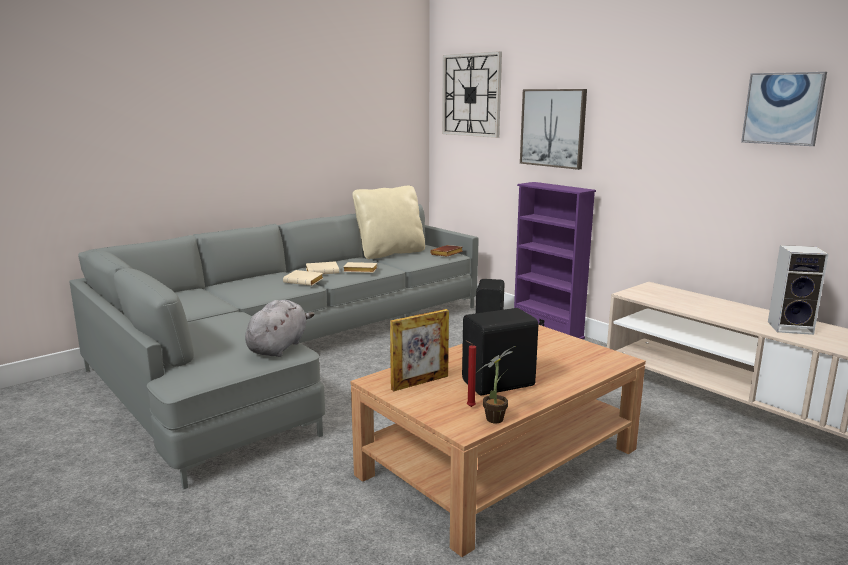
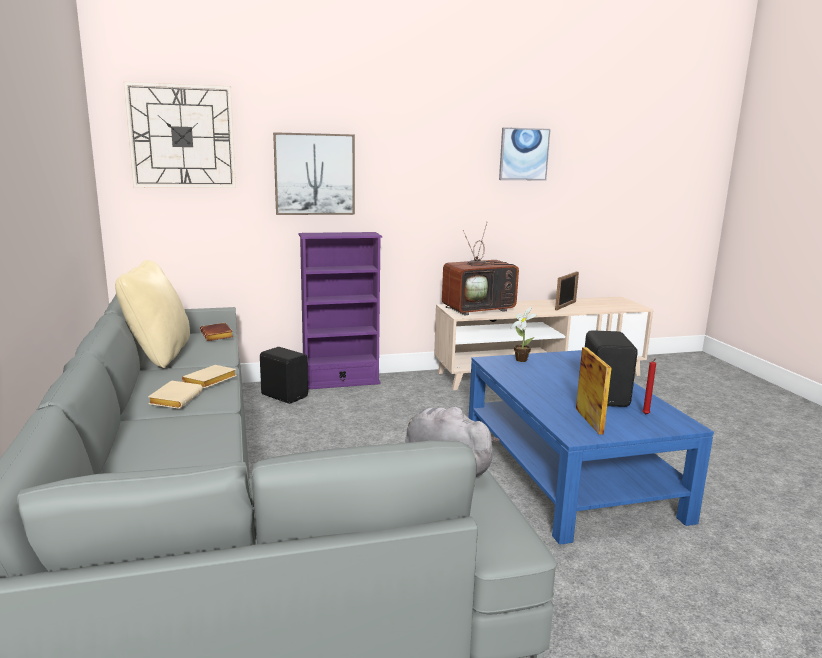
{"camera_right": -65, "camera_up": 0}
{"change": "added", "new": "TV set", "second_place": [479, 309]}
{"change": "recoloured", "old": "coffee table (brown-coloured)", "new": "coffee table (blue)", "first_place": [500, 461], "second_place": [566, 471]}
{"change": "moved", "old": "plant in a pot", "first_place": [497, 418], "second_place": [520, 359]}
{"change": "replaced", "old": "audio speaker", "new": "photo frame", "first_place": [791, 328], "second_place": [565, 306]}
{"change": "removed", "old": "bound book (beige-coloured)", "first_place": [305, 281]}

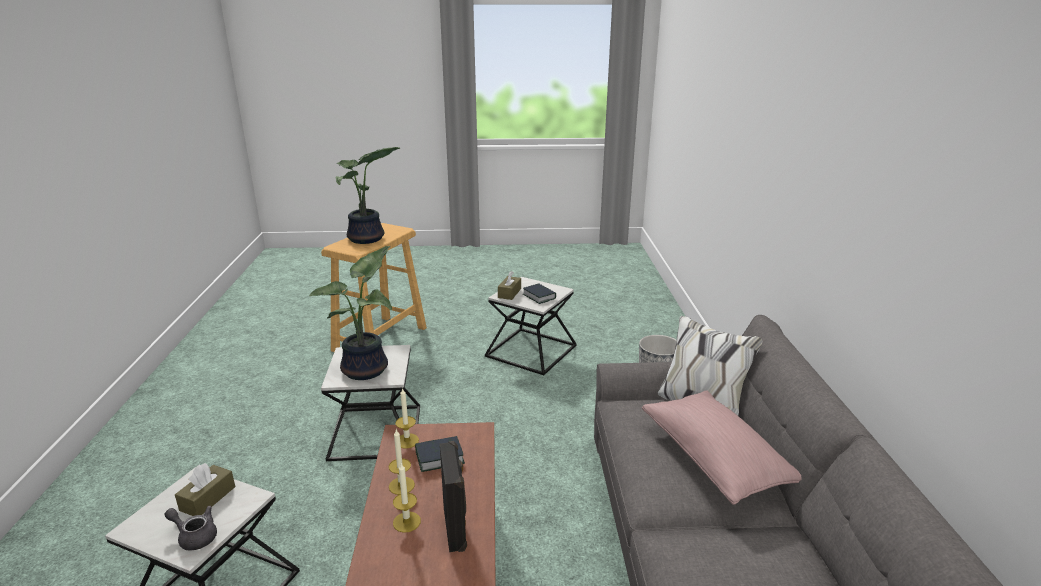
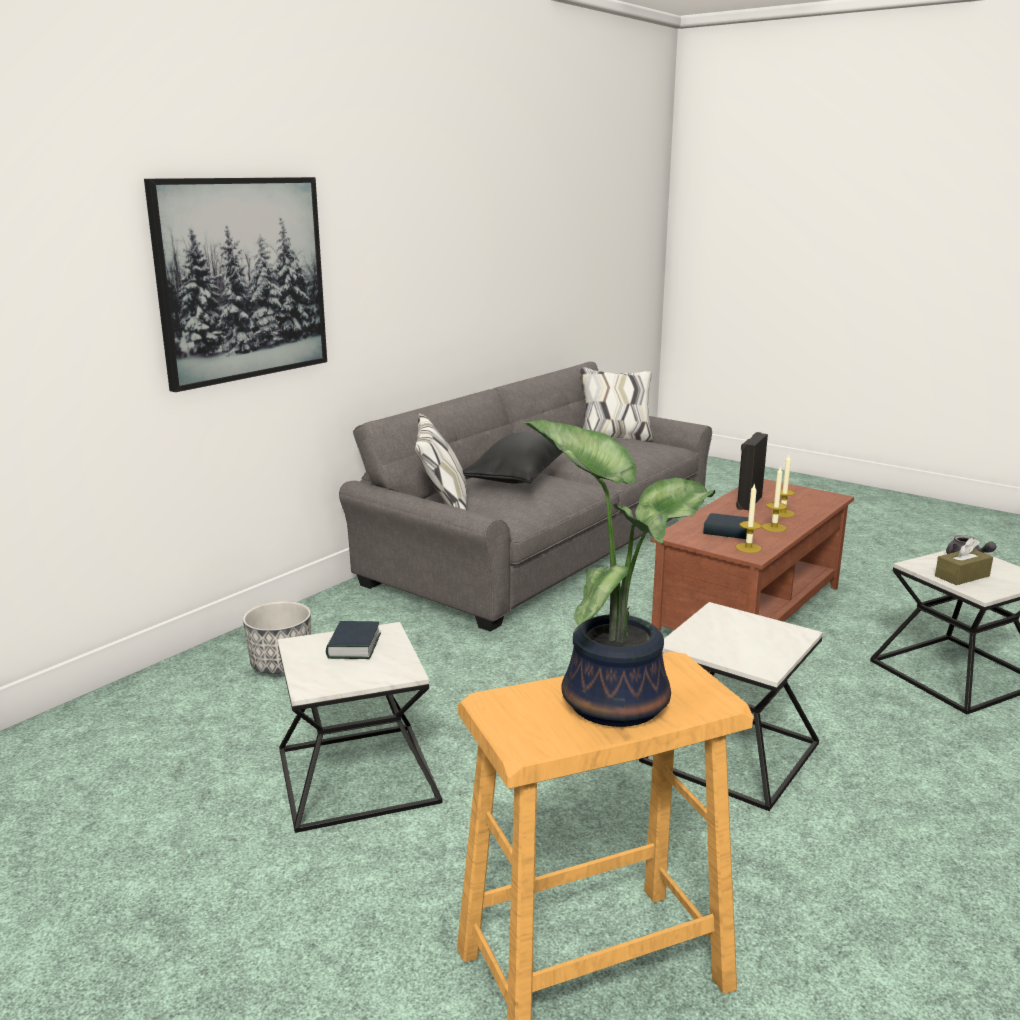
{"camera_right": -140, "camera_up": -5}
{"change": "added", "new": "wall picture", "second_place": [242, 279]}
{"change": "recoloured", "old": "pillow (pinkish)", "new": "pillow (black)", "first_place": [715, 459], "second_place": [518, 477]}
{"change": "removed", "old": "plant in a pot", "first_place": [368, 369]}
{"change": "removed", "old": "tissue box (brown-coloured)", "first_place": [509, 293]}

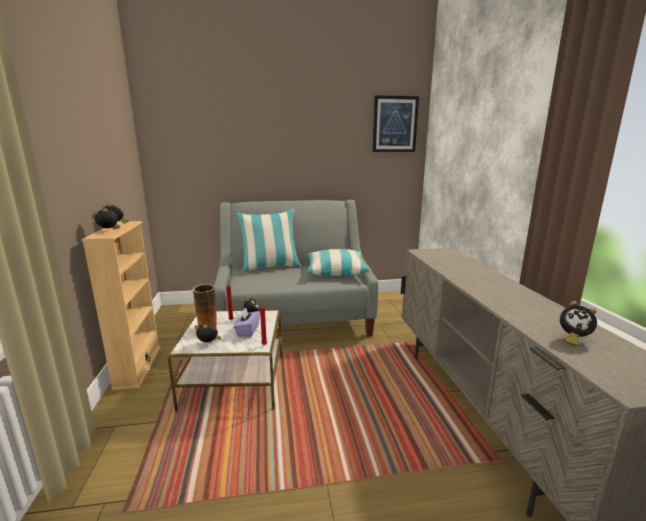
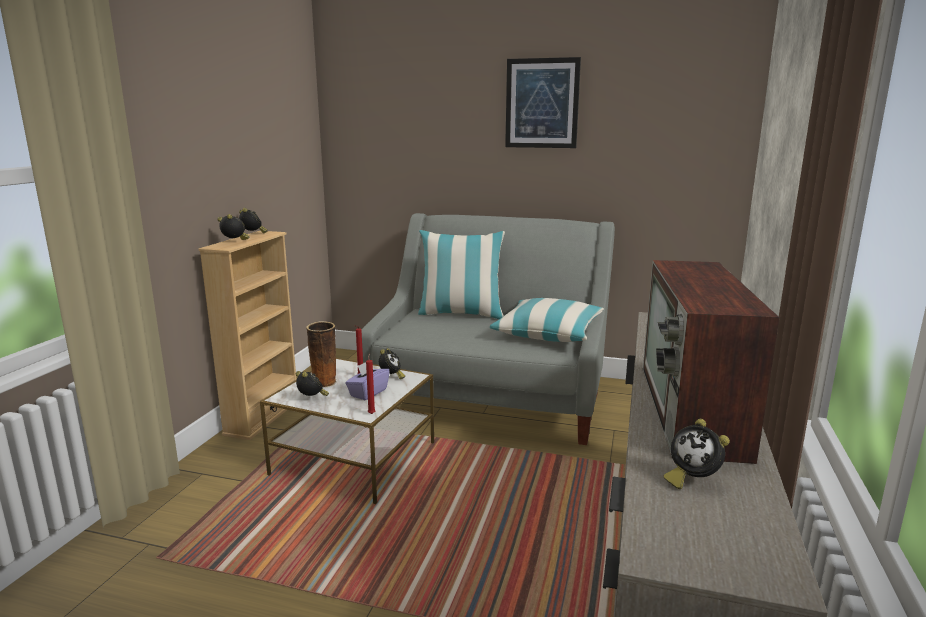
{"camera_right": 25, "camera_up": 0}
{"change": "moved", "old": "wall picture", "first_place": [394, 124], "second_place": [542, 103]}
{"change": "added", "new": "TV set", "second_place": [693, 412]}

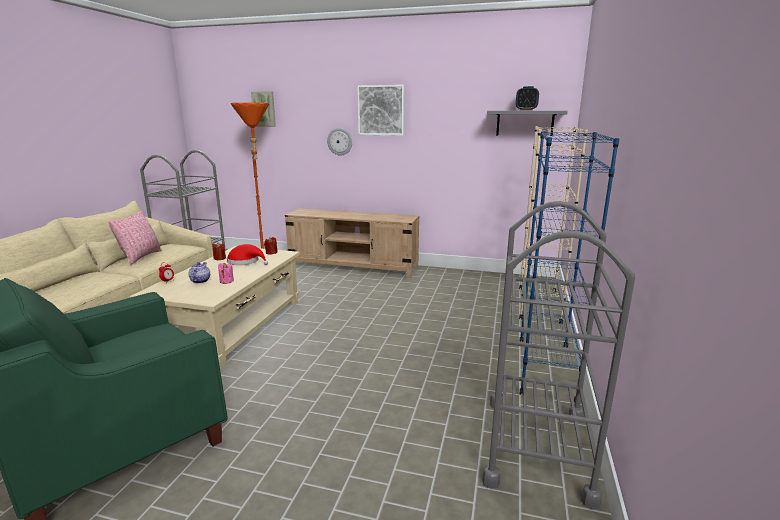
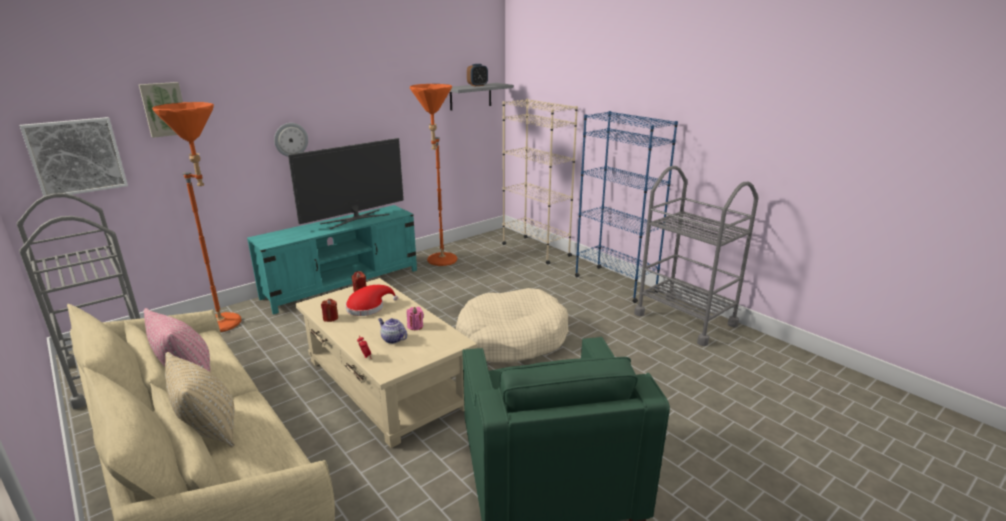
{"camera_right": -55, "camera_up": 5}
{"change": "moved", "old": "wall picture", "first_place": [381, 110], "second_place": [76, 156]}
{"change": "added", "new": "pillow (beige-coloured)", "second_place": [209, 429]}
{"change": "recoloured", "old": "media console (beige-coloured)", "new": "media console (turquoise)", "first_place": [353, 266], "second_place": [343, 284]}
{"change": "added", "new": "TV set", "second_place": [355, 219]}
{"change": "added", "new": "standard lamp (orangey)", "second_place": [440, 263]}
{"change": "added", "new": "dog bed (beige-coloured)", "second_place": [511, 339]}

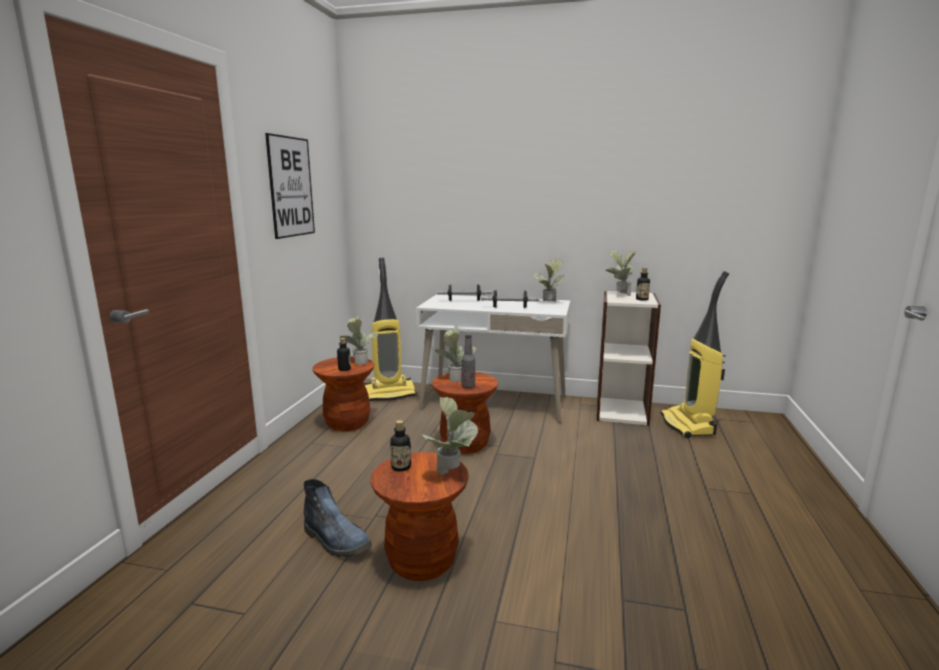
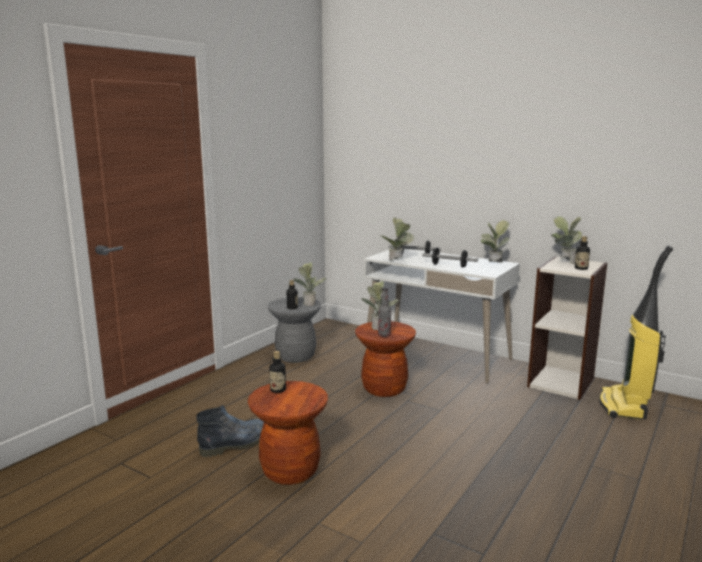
{"camera_right": 20, "camera_up": 0}
{"change": "turned", "old": "high-top boot", "first_place": [337, 541], "second_place": [236, 443], "degrees": -90}
{"change": "recoloured", "old": "stool (brown-coloured)", "new": "stool (greyish)", "first_place": [347, 423], "second_place": [295, 356]}
{"change": "moved", "old": "plant in a pot", "first_place": [452, 472], "second_place": [397, 261]}
{"change": "removed", "old": "wall picture", "first_place": [291, 187]}
{"change": "removed", "old": "vacuum", "first_place": [390, 394]}

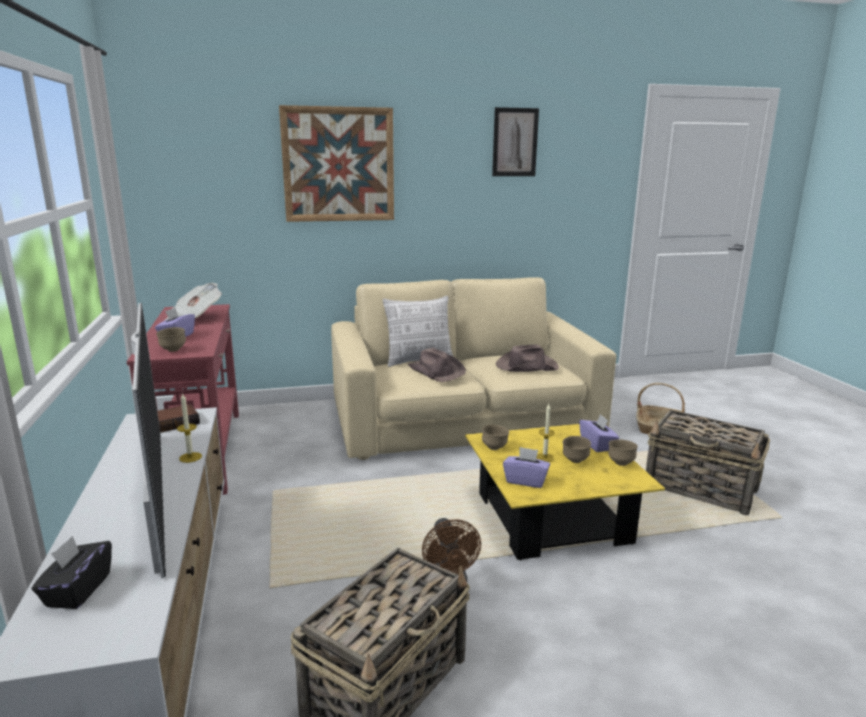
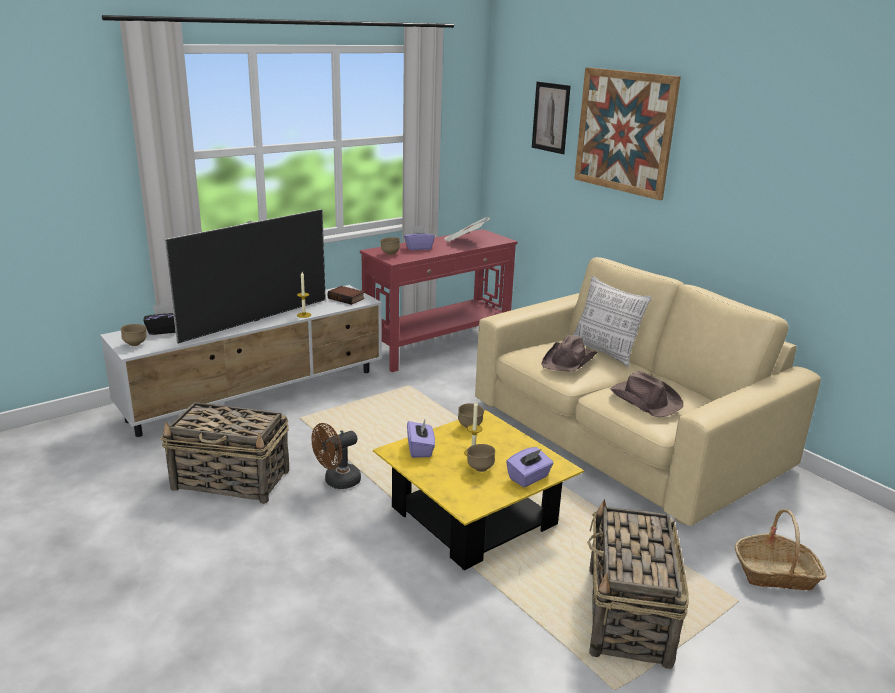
{"camera_right": 65, "camera_up": 5}
{"change": "moved", "old": "deep dish (brown-coloured)", "first_place": [621, 463], "second_place": [135, 344]}
{"change": "moved", "old": "wall picture", "first_place": [515, 142], "second_place": [551, 117]}

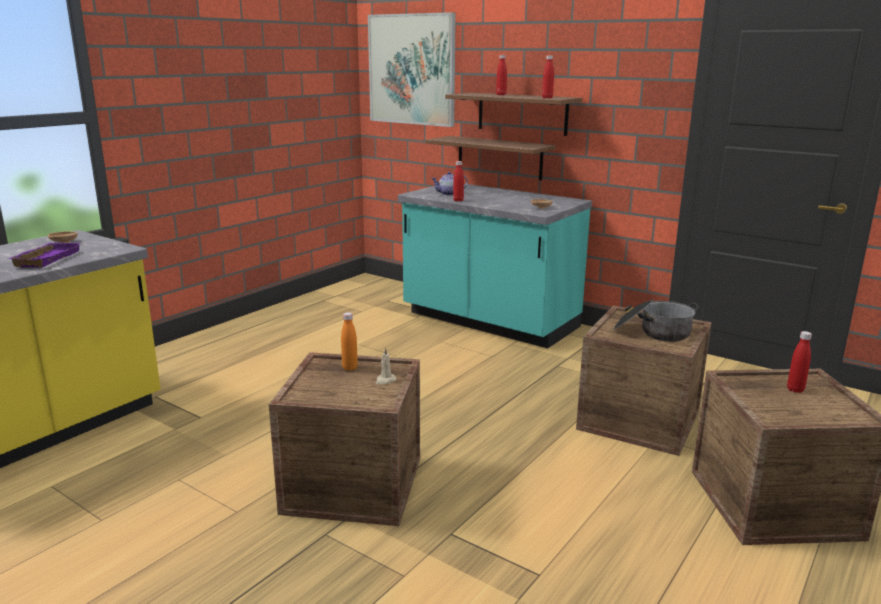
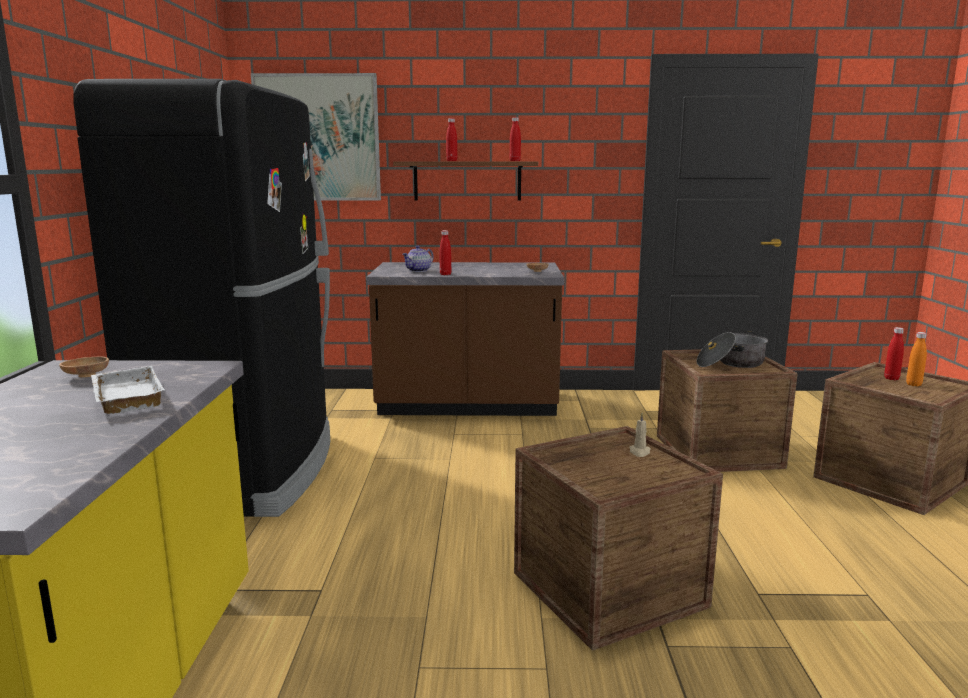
{"camera_right": -35, "camera_up": -5}
{"change": "added", "new": "refrigerator (black)", "second_place": [247, 470]}
{"change": "recoloured", "old": "tray (purple-coloured)", "new": "tray (whitish)", "first_place": [45, 259], "second_place": [124, 397]}
{"change": "recoloured", "old": "counter (turquoise)", "new": "counter (brown-coloured)", "first_place": [489, 321], "second_place": [467, 405]}
{"change": "moved", "old": "bottle (orangey)", "first_place": [350, 368], "second_place": [913, 384]}
{"change": "removed", "old": "wall shelf", "first_place": [499, 157]}

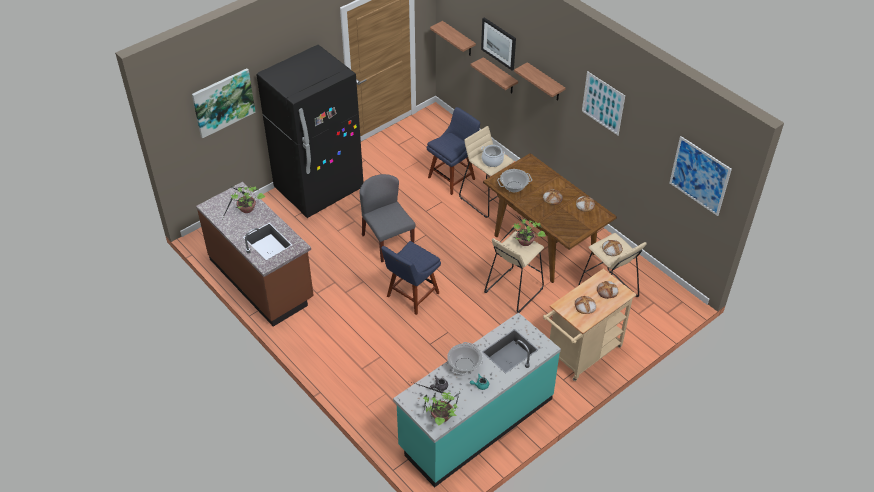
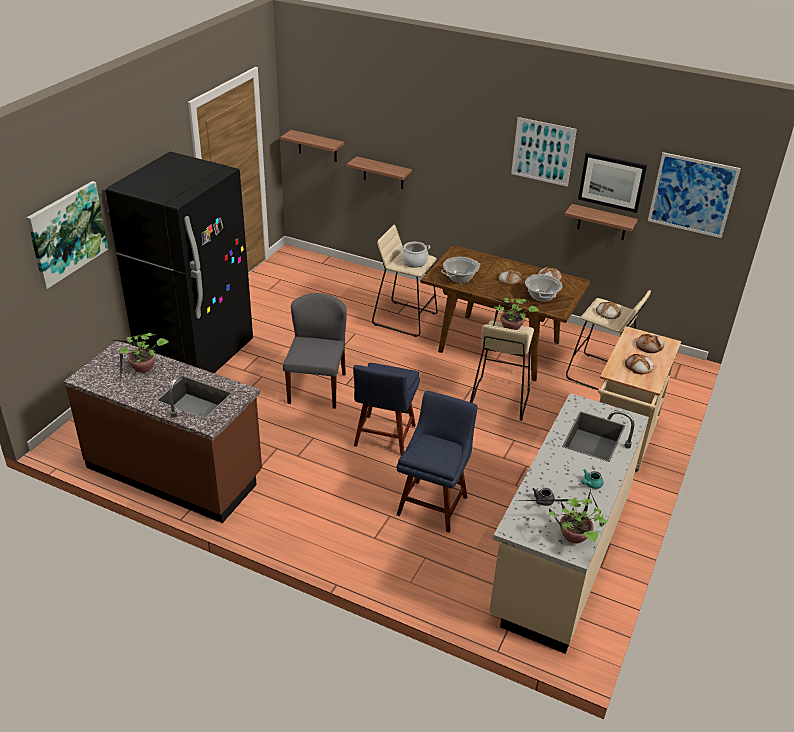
{"camera_right": -25, "camera_up": -10}
{"change": "turned", "old": "upright chair (greyish)", "first_place": [387, 241], "second_place": [317, 388], "degrees": 60}
{"change": "moved", "old": "upright chair (blue)", "first_place": [453, 177], "second_place": [433, 503]}
{"change": "recoloured", "old": "counter (turquoise)", "new": "counter (beige-coloured)", "first_place": [476, 423], "second_place": [560, 556]}
{"change": "moved", "old": "saucepot", "first_place": [464, 365], "second_place": [542, 296]}
{"change": "moved", "old": "wall shelf", "first_place": [545, 83], "second_place": [602, 222]}
{"change": "moved", "old": "wall picture", "first_place": [499, 43], "second_place": [612, 182]}

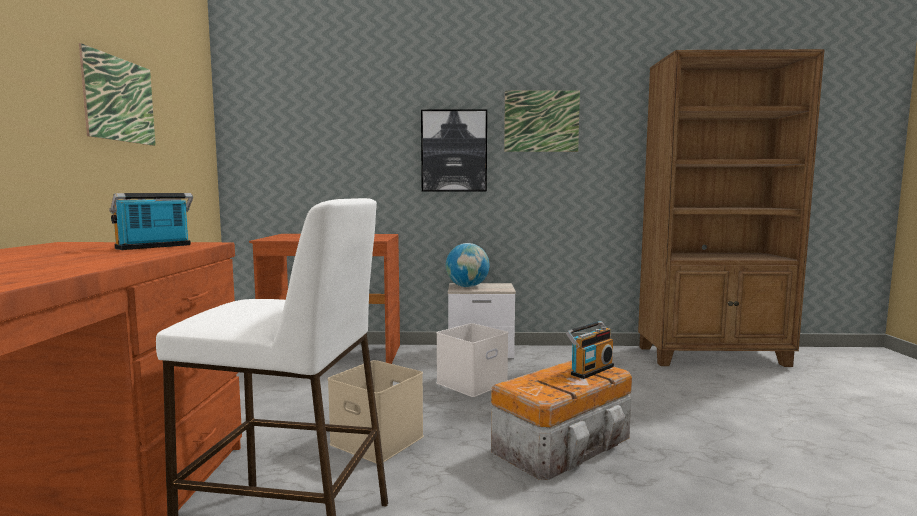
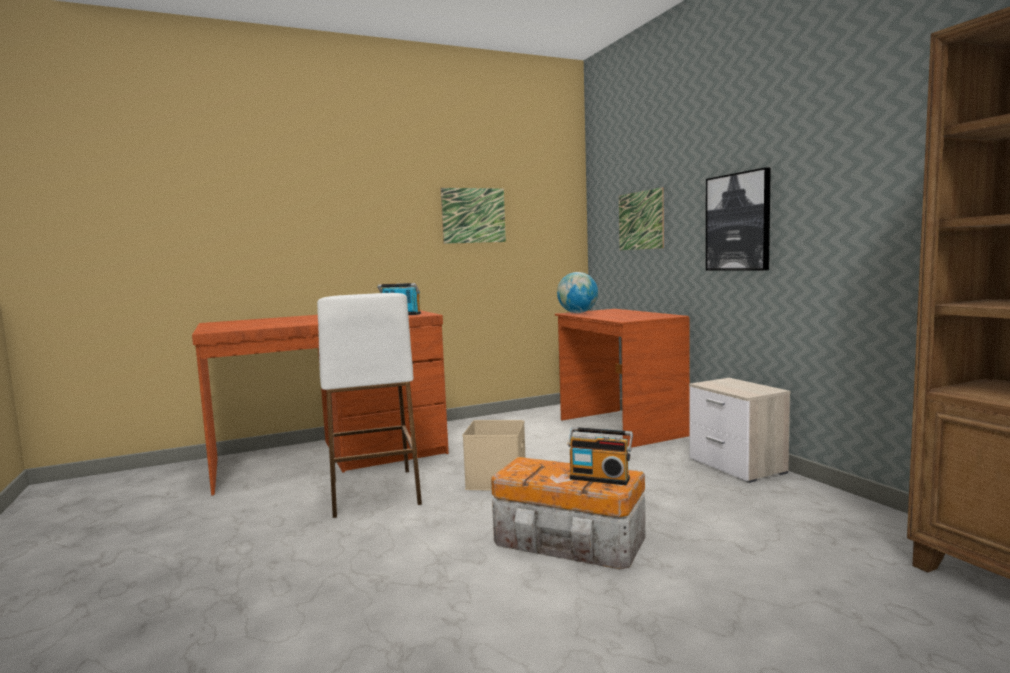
{"camera_right": 65, "camera_up": 0}
{"change": "moved", "old": "world globe", "first_place": [467, 286], "second_place": [578, 313]}
{"change": "moved", "old": "wall picture", "first_place": [541, 121], "second_place": [641, 220]}
{"change": "removed", "old": "storage bin (whitish)", "first_place": [472, 382]}

